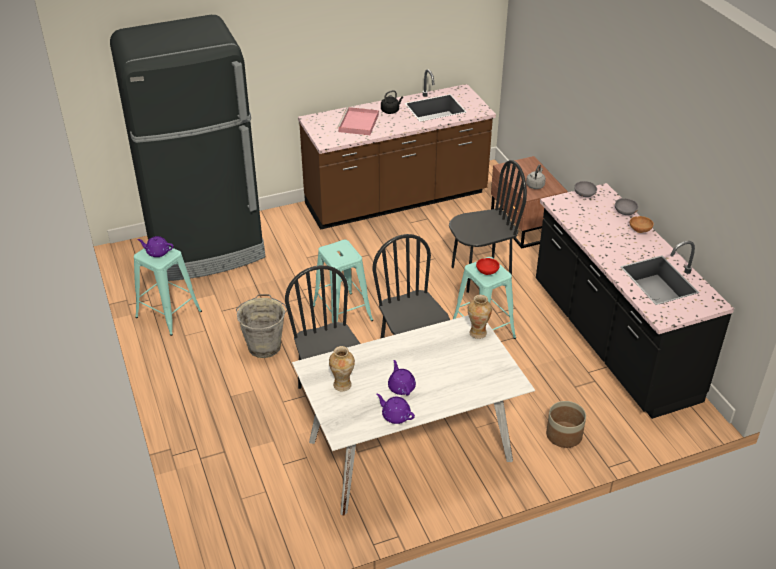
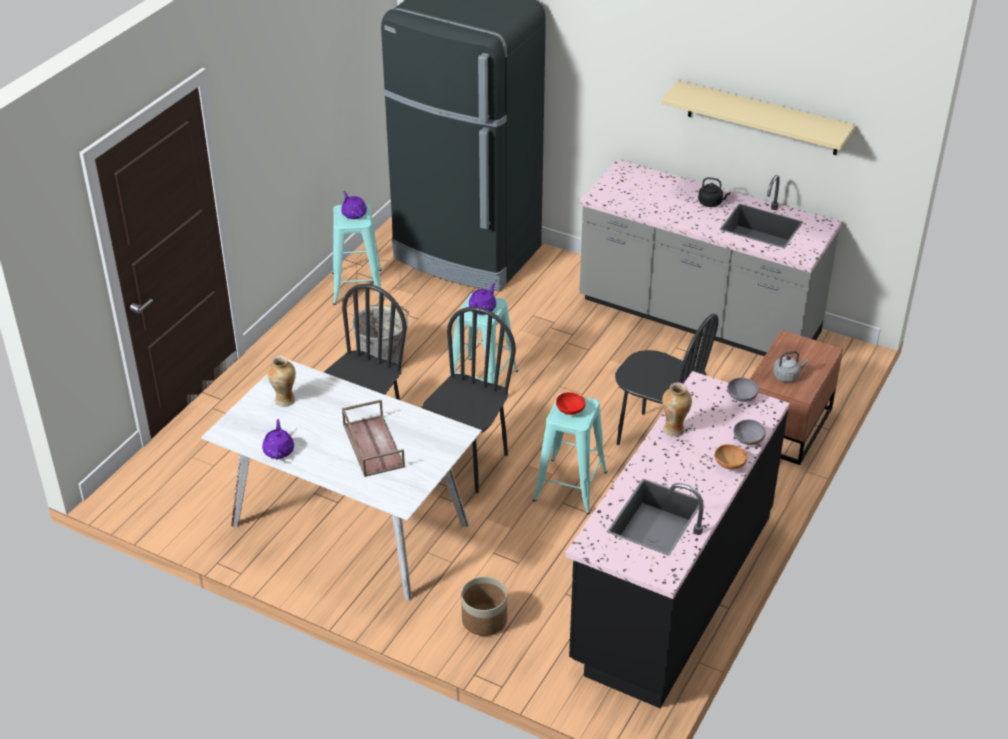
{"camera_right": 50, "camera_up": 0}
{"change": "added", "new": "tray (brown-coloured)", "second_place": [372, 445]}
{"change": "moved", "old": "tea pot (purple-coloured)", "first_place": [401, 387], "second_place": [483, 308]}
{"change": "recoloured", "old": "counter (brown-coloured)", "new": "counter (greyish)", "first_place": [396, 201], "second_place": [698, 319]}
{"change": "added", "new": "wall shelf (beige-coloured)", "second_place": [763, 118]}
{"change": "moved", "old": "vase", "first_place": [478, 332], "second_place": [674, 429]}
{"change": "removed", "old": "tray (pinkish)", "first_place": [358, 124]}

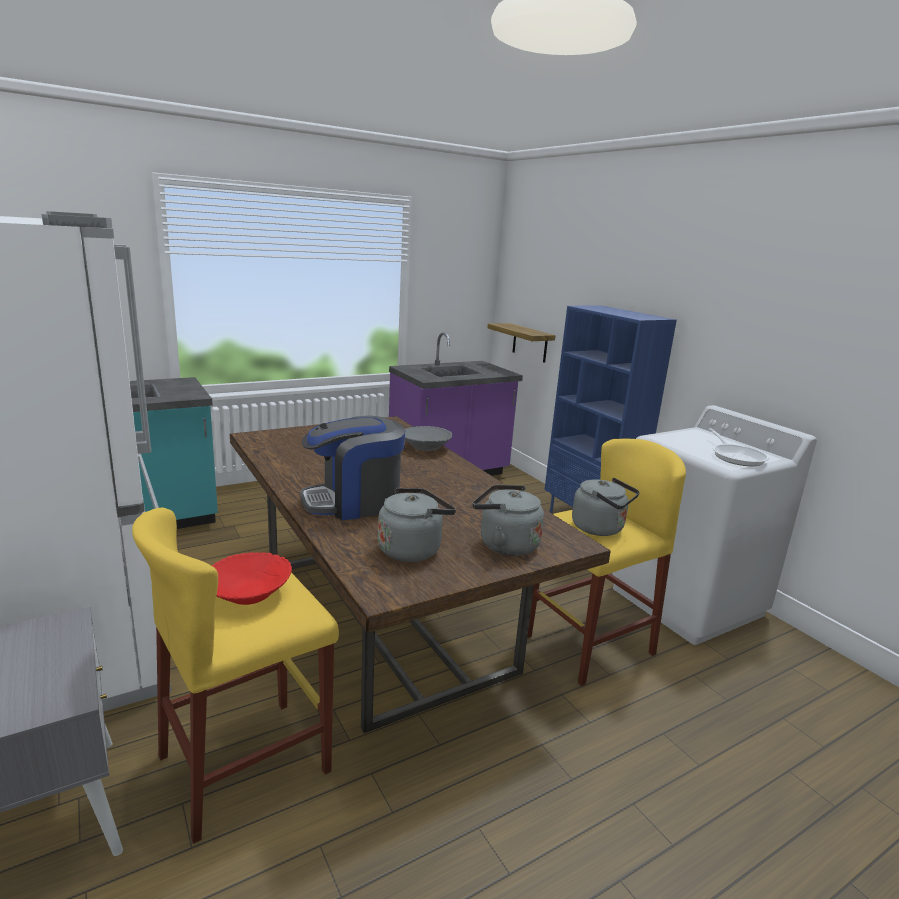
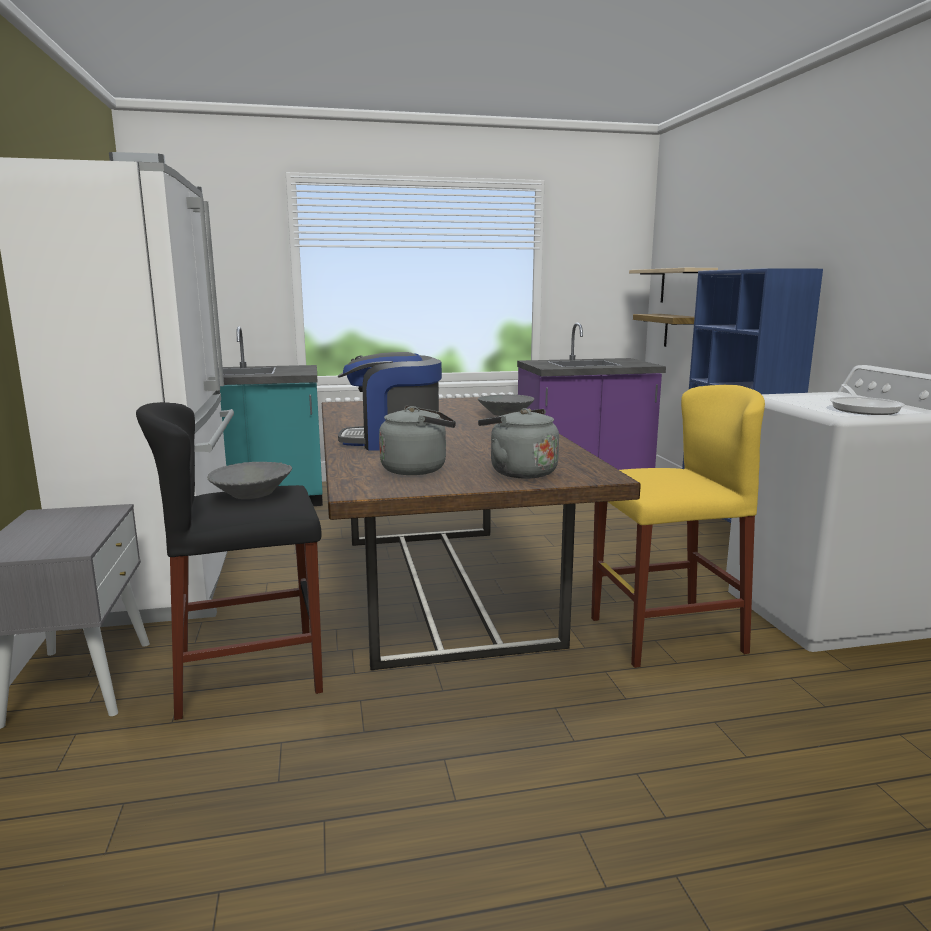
{"camera_right": 20, "camera_up": -5}
{"change": "recoloured", "old": "stool (yellow-coloured)", "new": "stool (black)", "first_place": [245, 764], "second_place": [249, 674]}
{"change": "recoloured", "old": "deep dish (red-coloured)", "new": "deep dish (greyish)", "first_place": [249, 594], "second_place": [251, 494]}
{"change": "added", "new": "wall shelf (beige-coloured)", "second_place": [684, 286]}
{"change": "removed", "old": "kettle (greyish)", "first_place": [601, 528]}

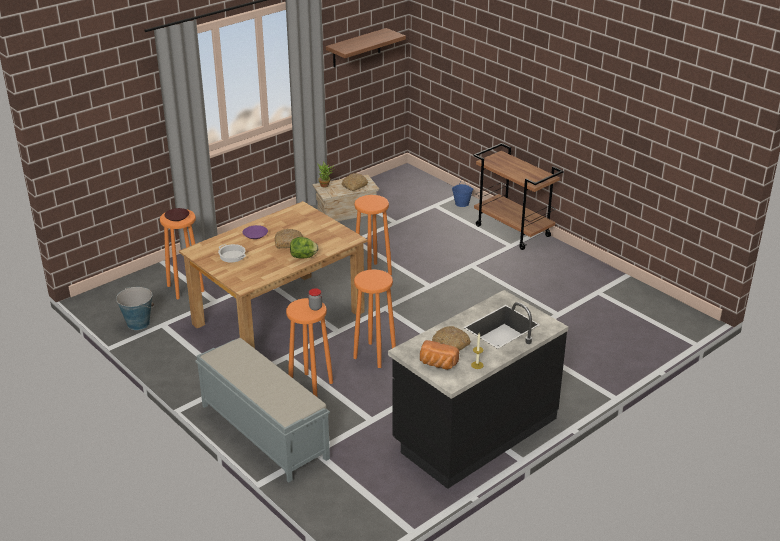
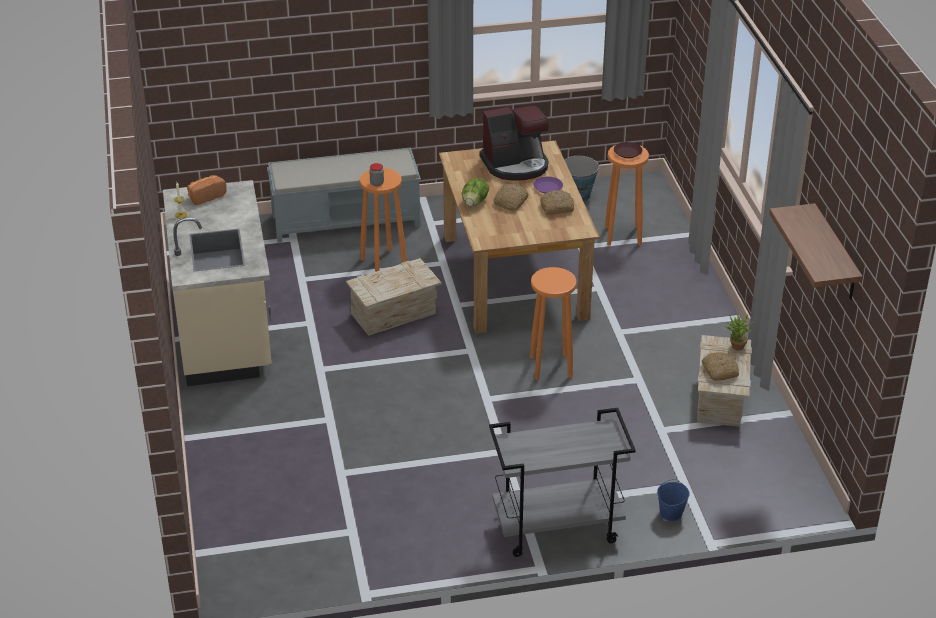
{"camera_right": 120, "camera_up": 5}
{"change": "recoloured", "old": "counter (black)", "new": "counter (beige-coloured)", "first_place": [474, 431], "second_place": [225, 330]}
{"change": "replaced", "old": "stool (orangey)", "new": "shipping crate", "first_place": [374, 355], "second_place": [394, 314]}
{"change": "replaced", "old": "saucepot", "new": "coffee machine", "first_place": [232, 256], "second_place": [516, 165]}
{"change": "recoloured", "old": "wheeled cart (brown-coloured)", "new": "wheeled cart (greyish)", "first_place": [513, 231], "second_place": [556, 528]}
{"change": "moved", "old": "baked bread", "first_place": [450, 344], "second_place": [557, 207]}

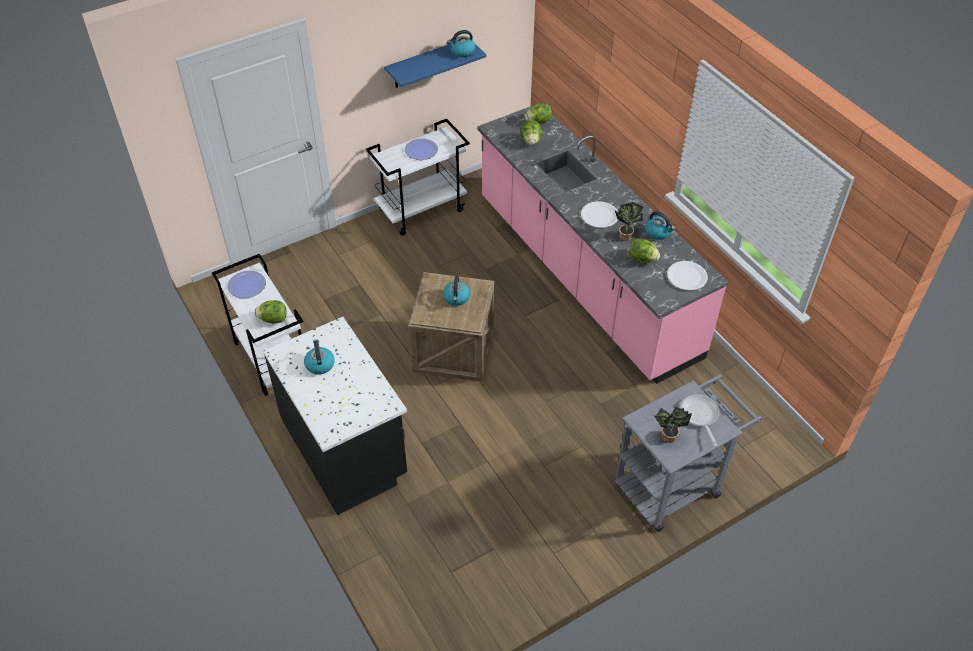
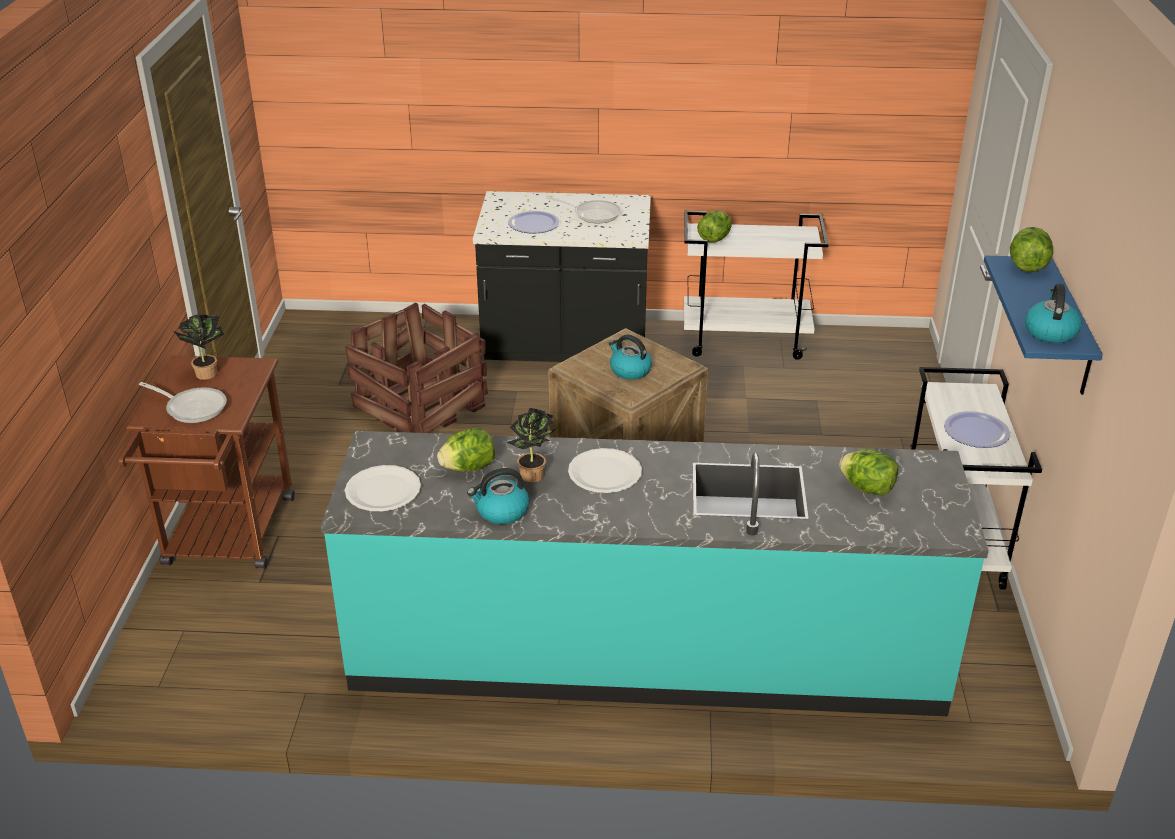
{"camera_right": 125, "camera_up": -15}
{"change": "recoloured", "old": "wheeled cart (greyish)", "new": "wheeled cart (brown-coloured)", "first_place": [674, 484], "second_place": [226, 539]}
{"change": "recoloured", "old": "counter (pinkish)", "new": "counter (turquoise)", "first_place": [584, 276], "second_place": [646, 650]}
{"change": "added", "new": "shipping crate", "second_place": [422, 405]}
{"change": "moved", "old": "plate", "first_place": [247, 285], "second_place": [534, 223]}
{"change": "replaced", "old": "kettle", "new": "skillet", "first_place": [319, 364], "second_place": [593, 214]}
{"change": "moved", "old": "lettuce head", "first_place": [538, 122], "second_place": [1027, 266]}

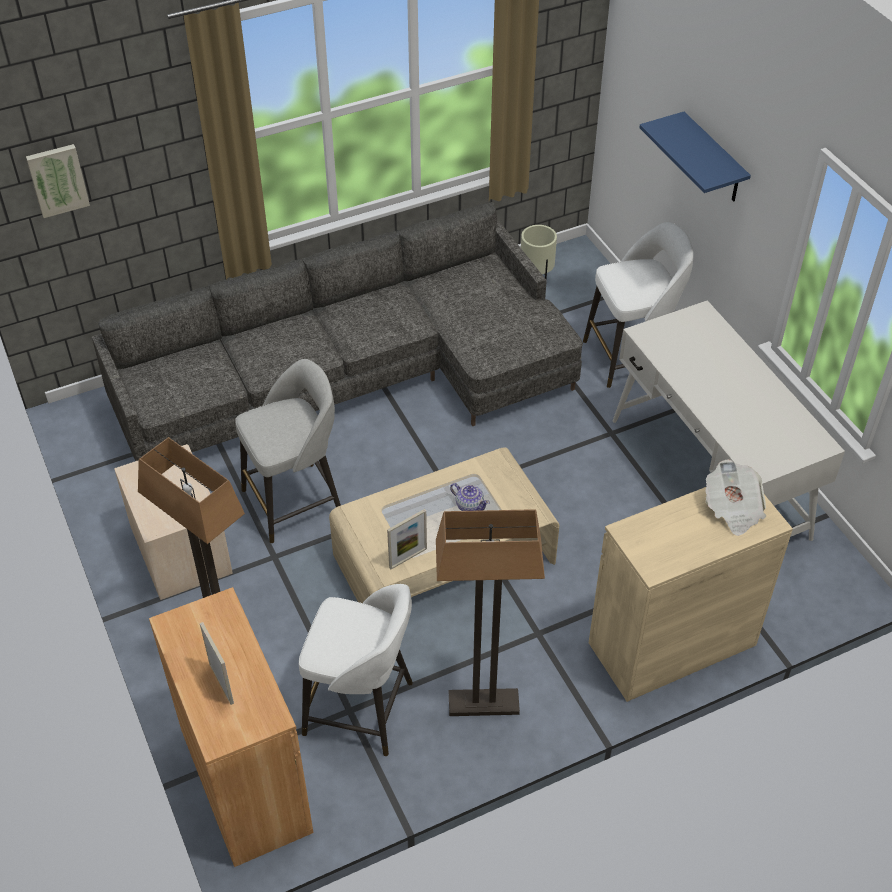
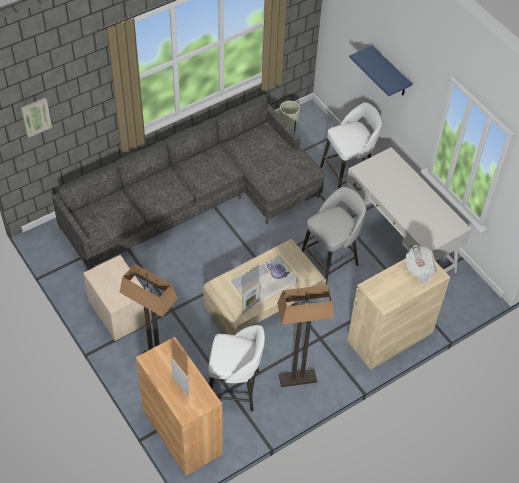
{"camera_right": -10, "camera_up": 5}
{"change": "moved", "old": "stool (greyish)", "first_place": [295, 501], "second_place": [330, 260]}

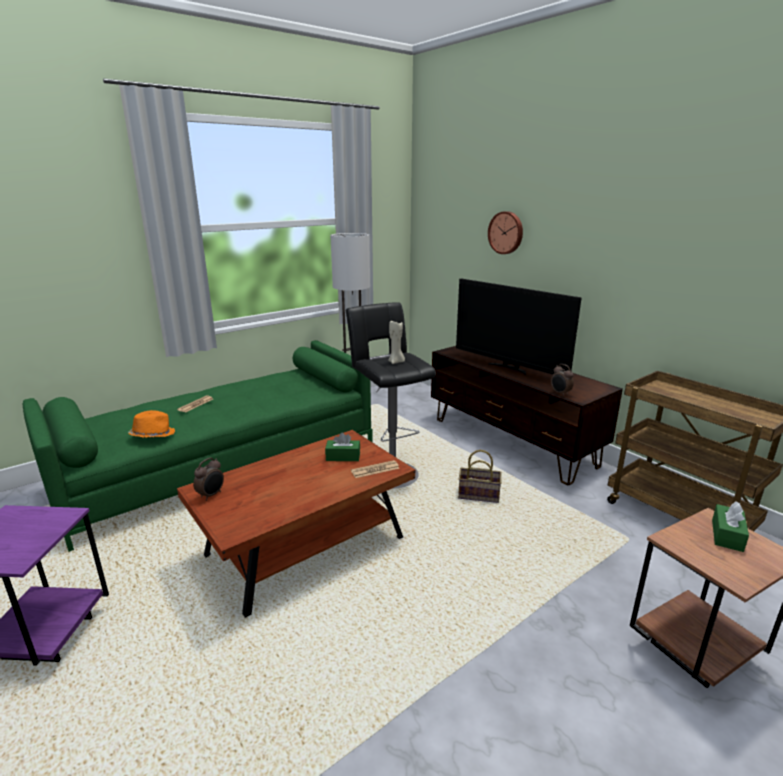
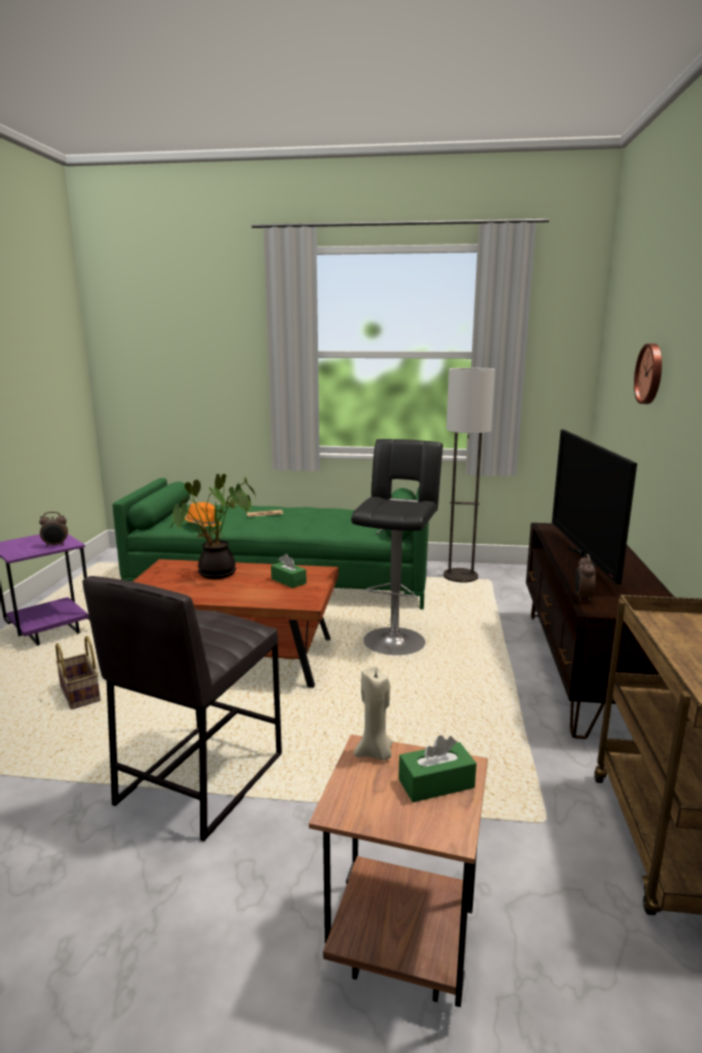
{"camera_right": 45, "camera_up": -5}
{"change": "moved", "old": "alarm clock", "first_place": [211, 495], "second_place": [56, 545]}
{"change": "moved", "old": "basket", "first_place": [479, 495], "second_place": [81, 695]}
{"change": "added", "new": "stool (greyish)", "second_place": [199, 778]}
{"change": "added", "new": "plant in a pot", "second_place": [216, 574]}
{"change": "moved", "old": "wax light (beige-coloured)", "first_place": [396, 362], "second_place": [375, 753]}
{"change": "removed", "old": "daily paper", "first_place": [375, 470]}

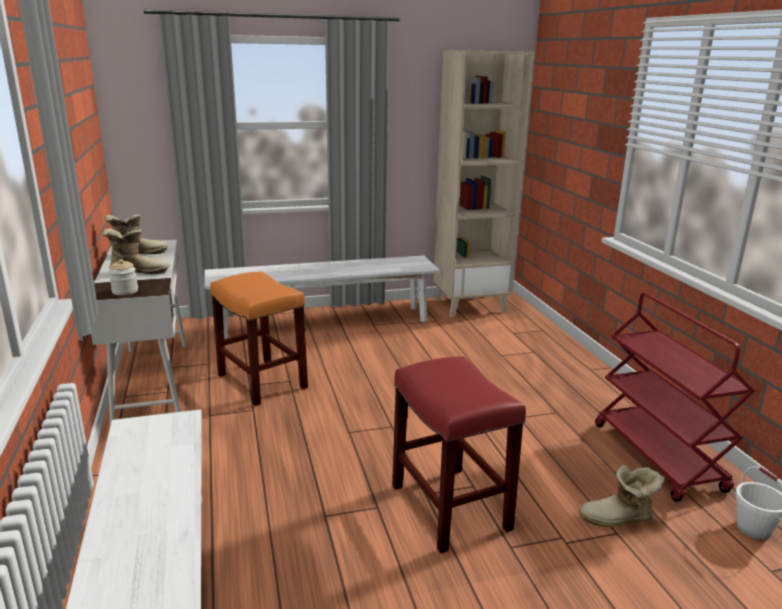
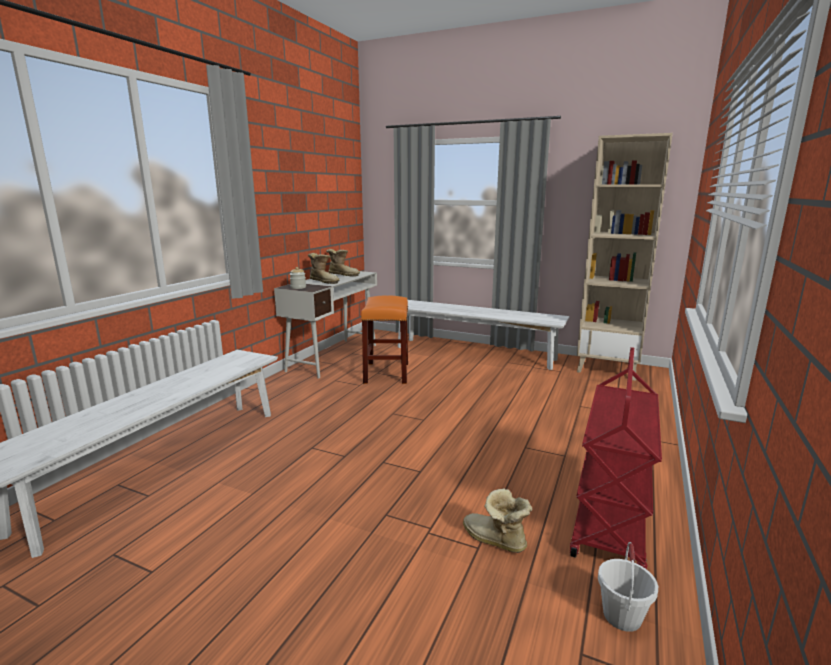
{"camera_right": 40, "camera_up": -5}
{"change": "removed", "old": "stool (red-coloured)", "first_place": [451, 508]}

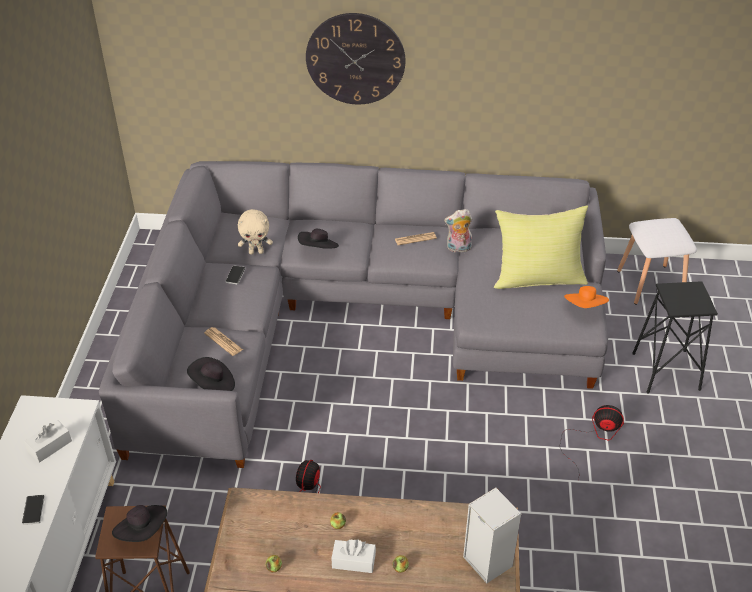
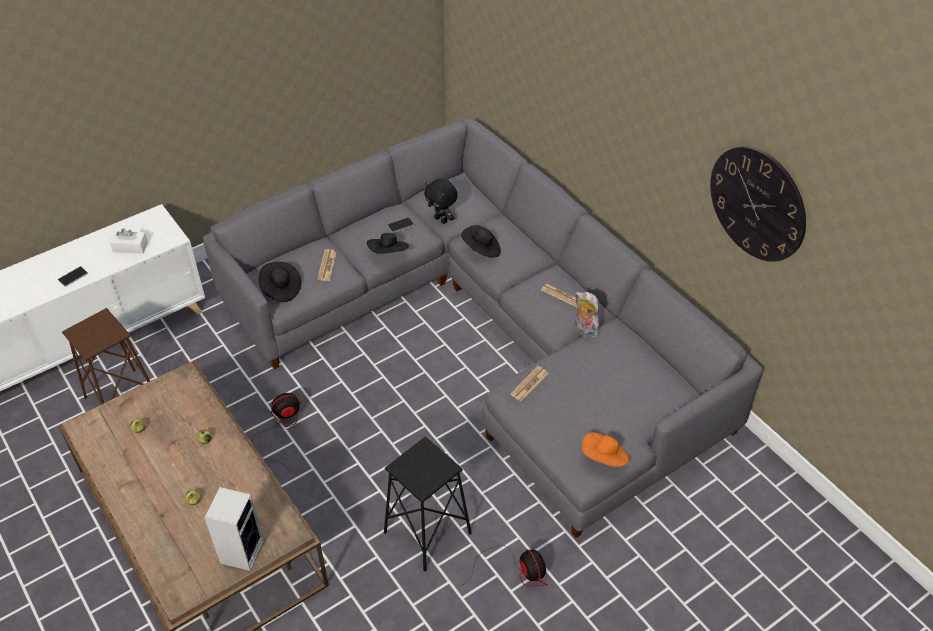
{"camera_right": 50, "camera_up": 5}
{"change": "moved", "old": "hat (black)", "first_place": [143, 531], "second_place": [388, 253]}
{"change": "moved", "old": "stool (black)", "first_place": [666, 371], "second_place": [427, 533]}
{"change": "recoloured", "old": "cuddly toy (beige-coloured)", "new": "cuddly toy (black)", "first_place": [256, 252], "second_place": [441, 219]}
{"change": "added", "new": "daily paper", "second_place": [529, 384]}
{"change": "moved", "old": "clock on the wall", "first_place": [355, 59], "second_place": [757, 203]}
{"change": "removed", "old": "tissue box (whitish)", "first_place": [353, 561]}
{"change": "removed", "old": "pillow (yellow-coloured)", "first_place": [538, 278]}
{"change": "removed", "old": "stool (whitish)", "first_place": [651, 283]}

